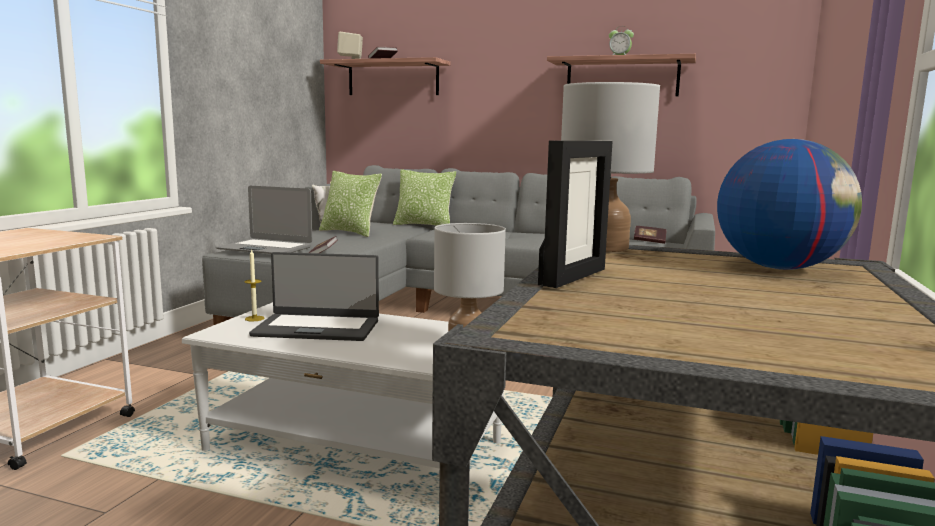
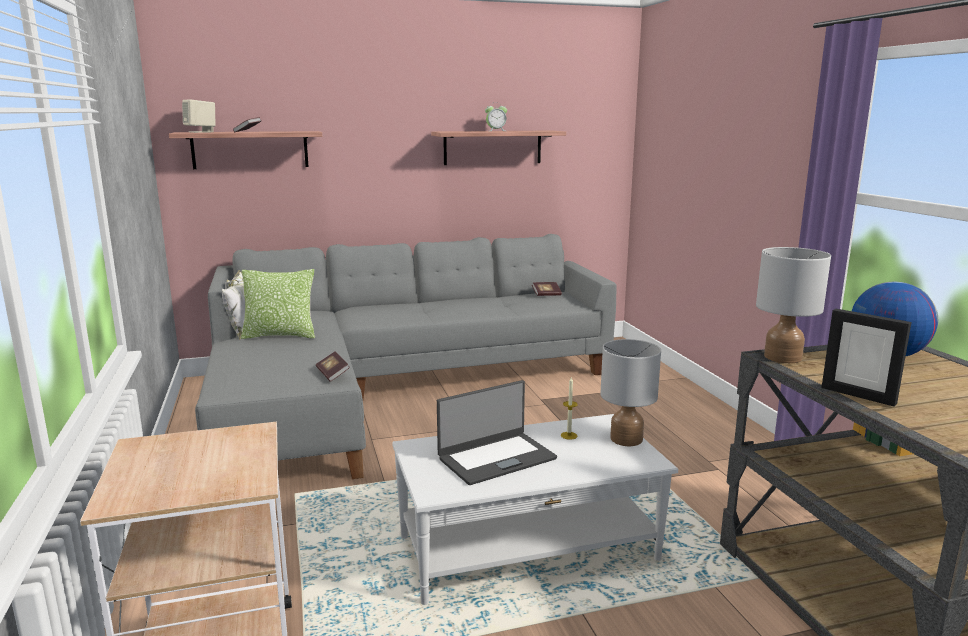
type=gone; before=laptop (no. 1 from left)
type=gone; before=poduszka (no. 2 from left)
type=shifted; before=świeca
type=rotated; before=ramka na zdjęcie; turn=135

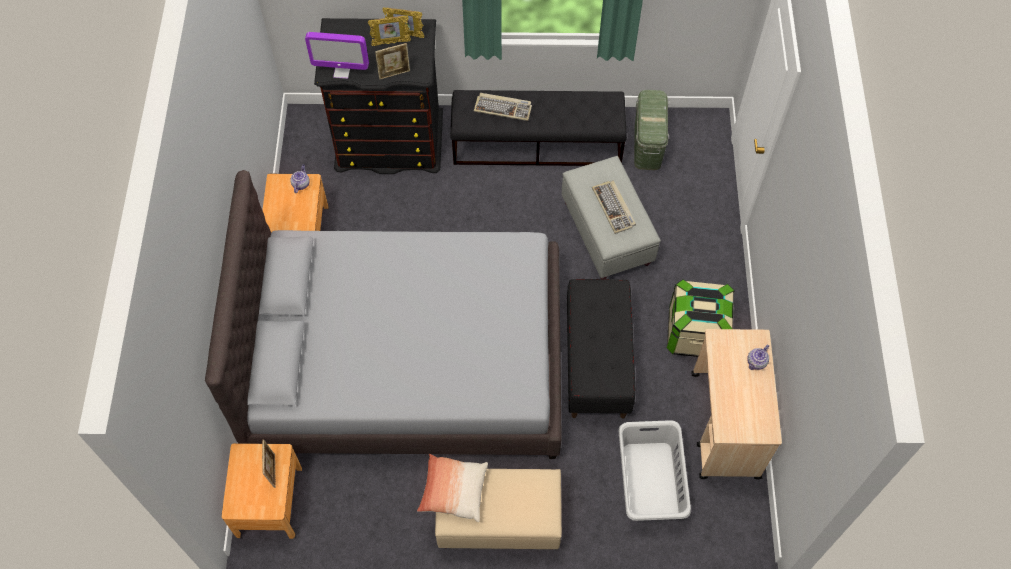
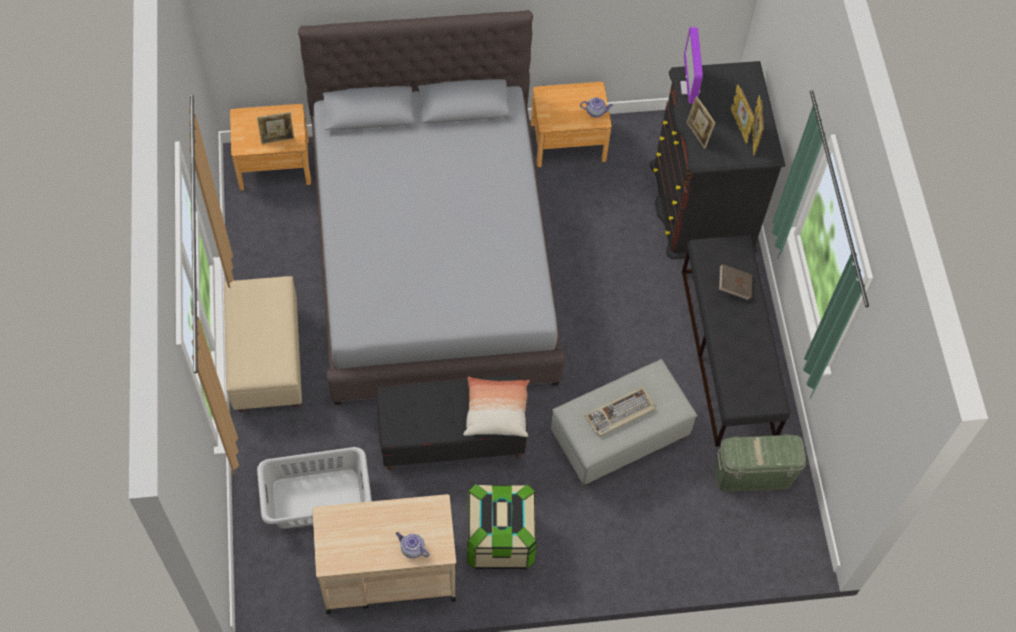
type=shifted; before=poduszka
type=swapped; before=klawiatura (no. 1 from left); after=książka (brązowy)

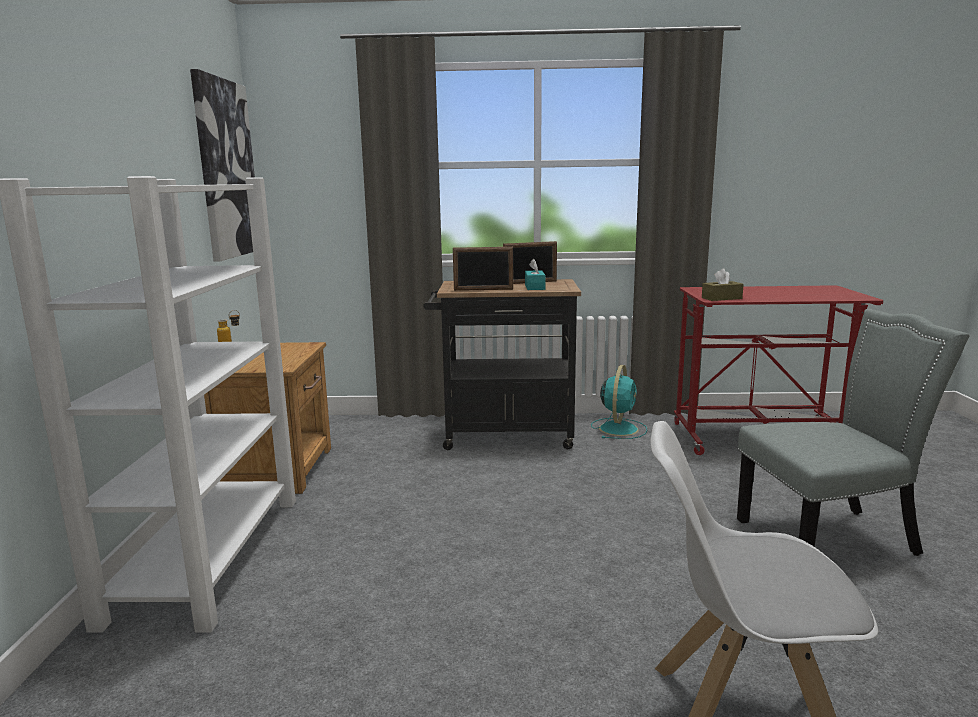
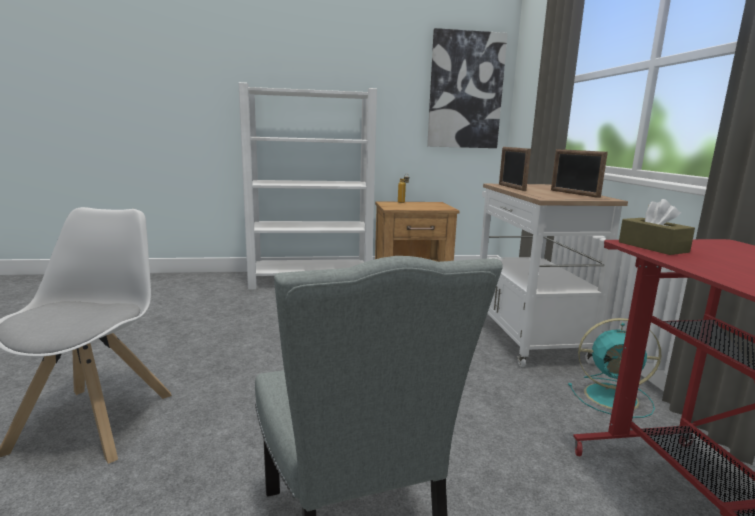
type=gone; before=pudełko chusteczek (turkusowy)
type=repainted; before=wózek (czarny); after=wózek (biały)

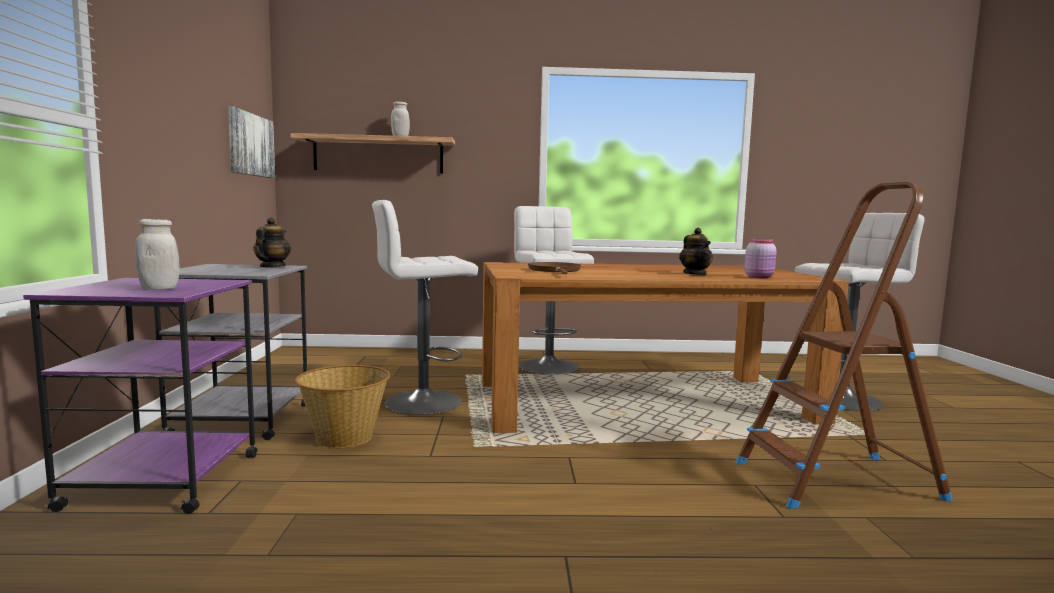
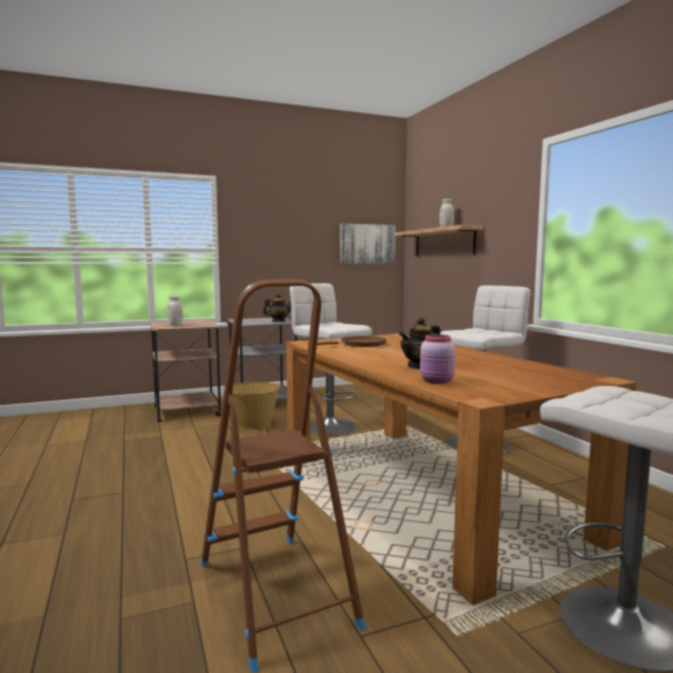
type=repainted; before=wózek (fioletowy); after=wózek (brązowy)

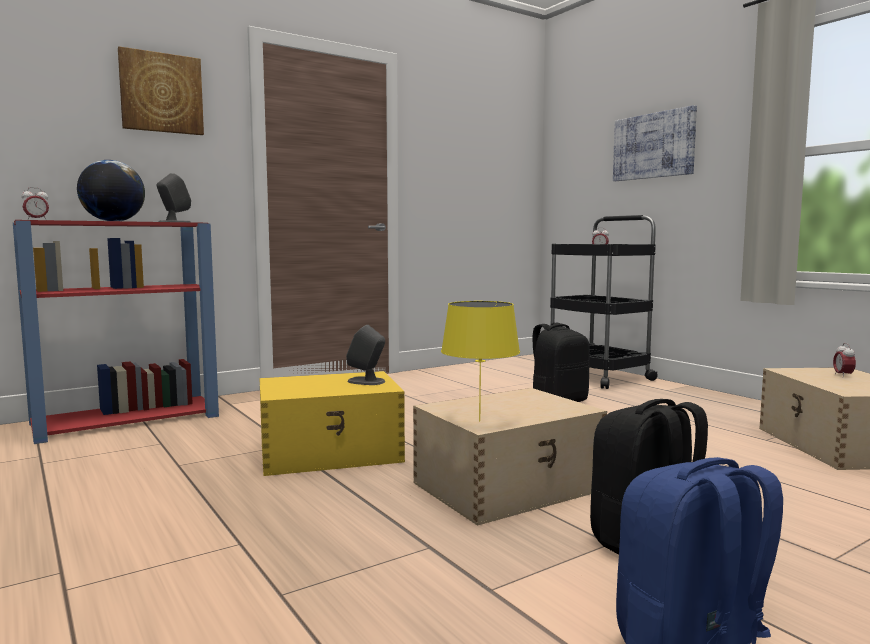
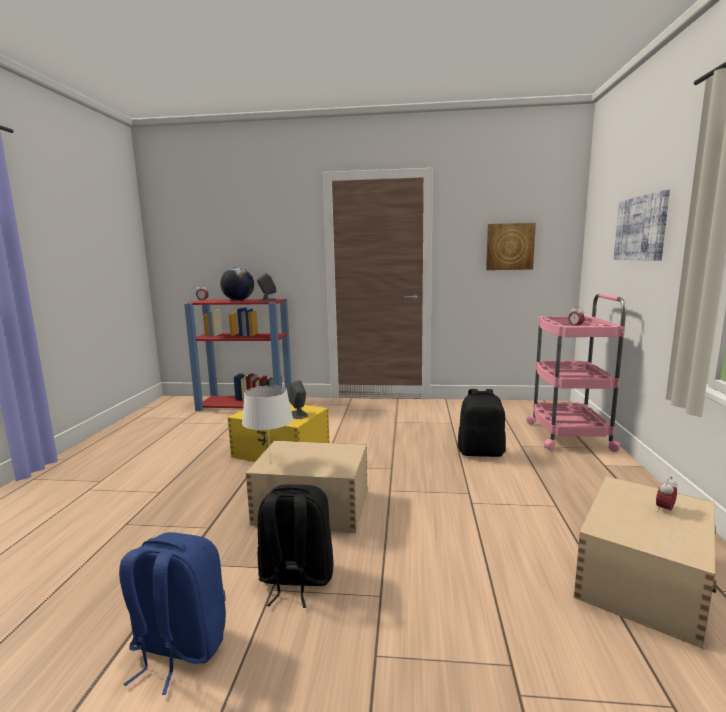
type=shifted; before=obraz (no. 1 from left)
type=repainted; before=lampa stołowa (żółty); after=lampa stołowa (biały)
type=repainted; before=wózek (czarny); after=wózek (różowy)

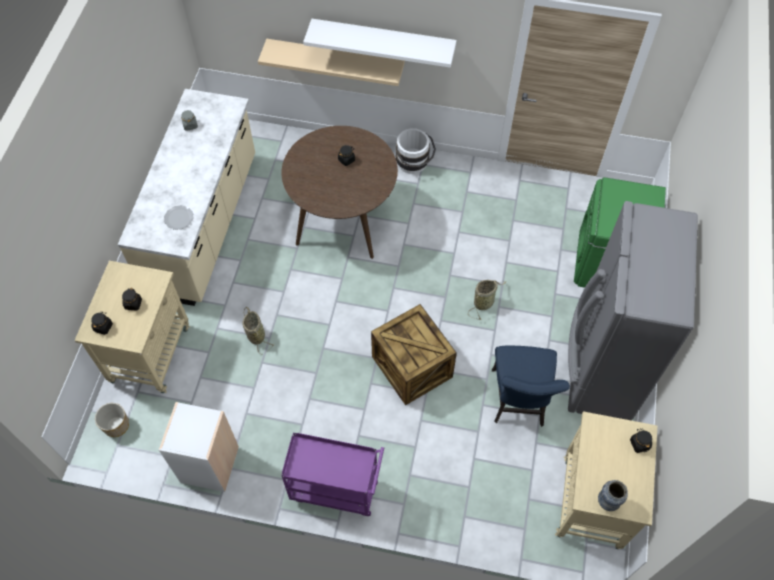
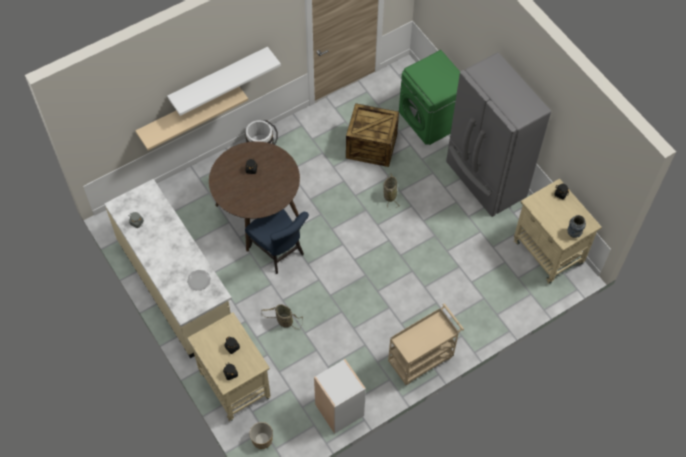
type=shifted; before=skrzynka
type=shifted; before=krzesło (niebieski)
type=repainted; before=wózek (fioletowy); after=wózek (beżowy) (no. 2 from left)

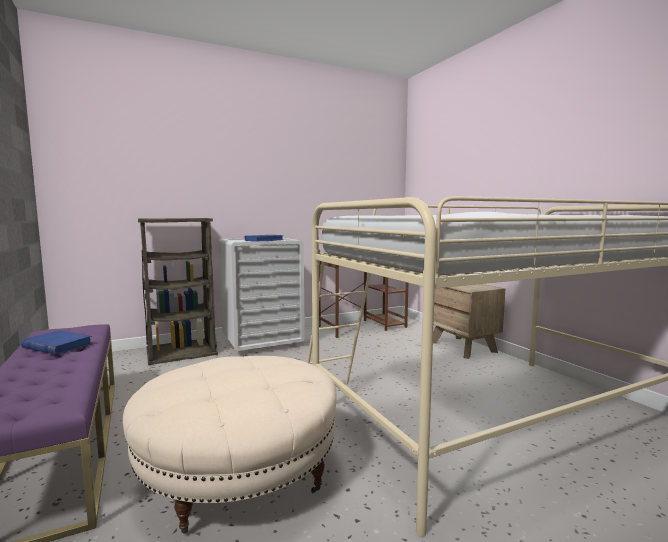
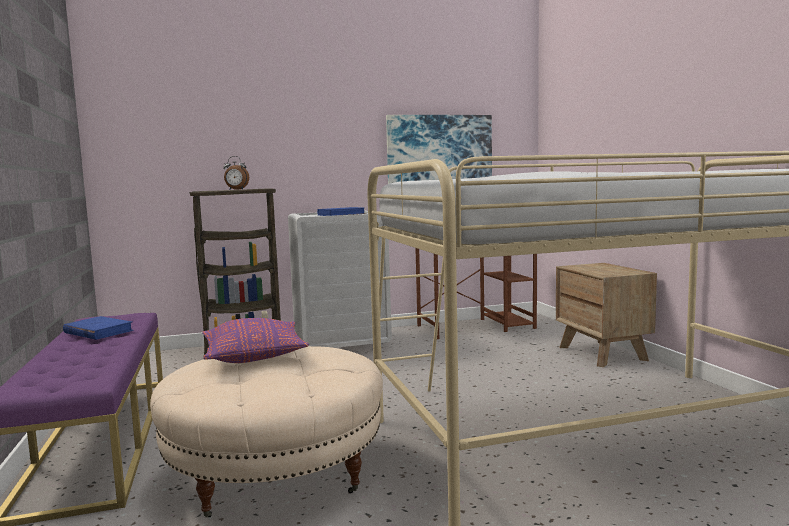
type=new; after=poduszka (fioletowy)
type=new; after=budzik
type=new; after=obraz

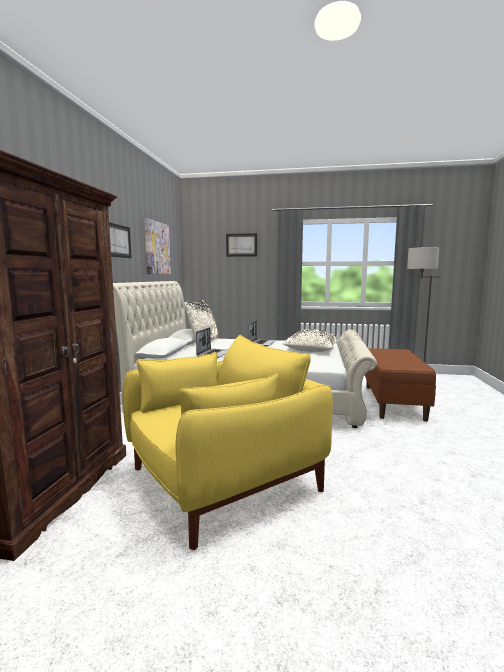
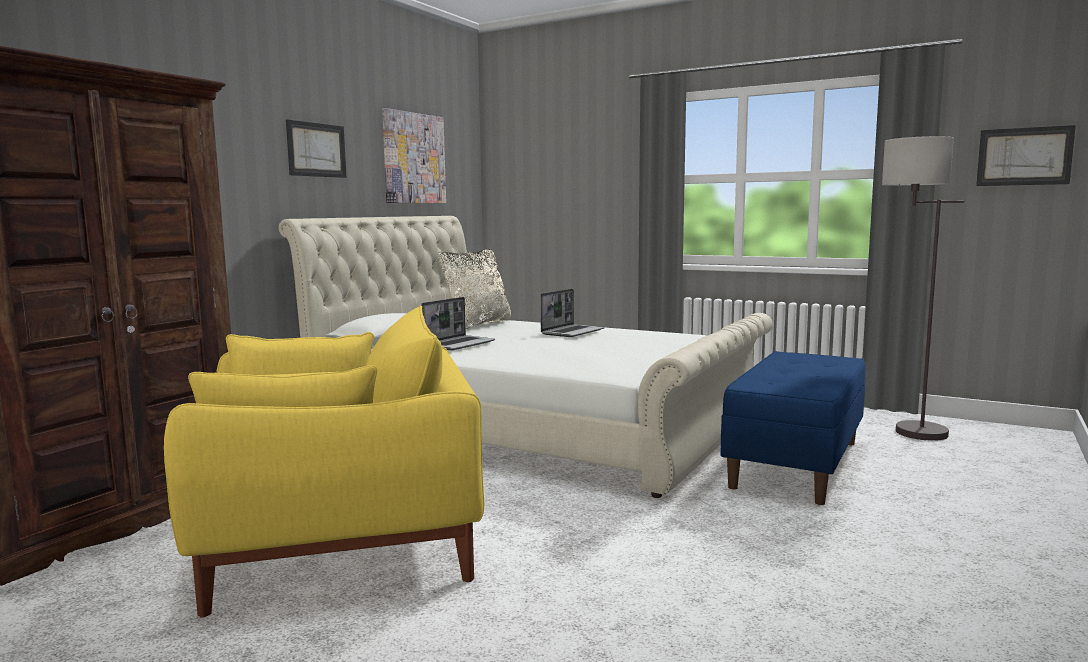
type=gone; before=poduszka (beżowy) (no. 2 from left)
type=shifted; before=obraz (no. 3 from left)
type=repainted; before=ławka (brązowy); after=ławka (niebieski)

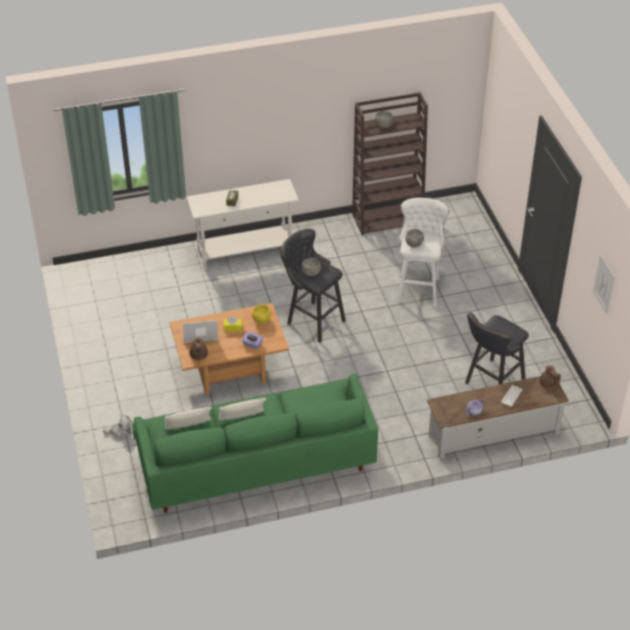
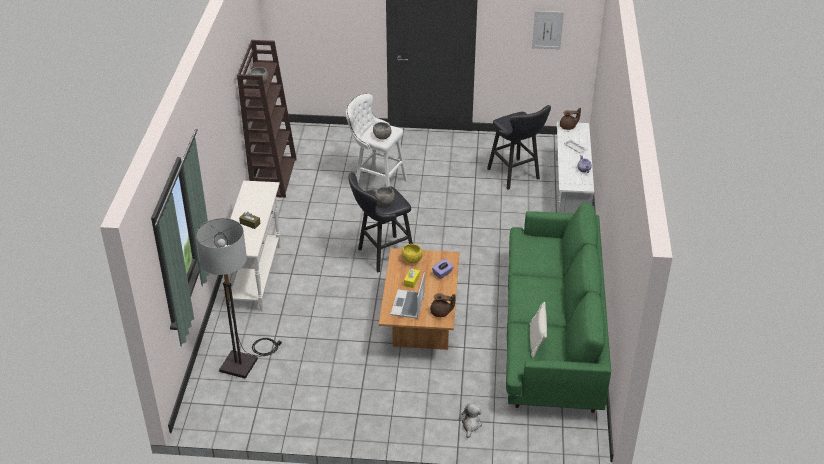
type=gone; before=poduszka (biały) (no. 2 from left)
type=new; after=lampa stojąca
type=repainted; before=szafka pod telewizor (brązowy); after=szafka pod telewizor (biały)

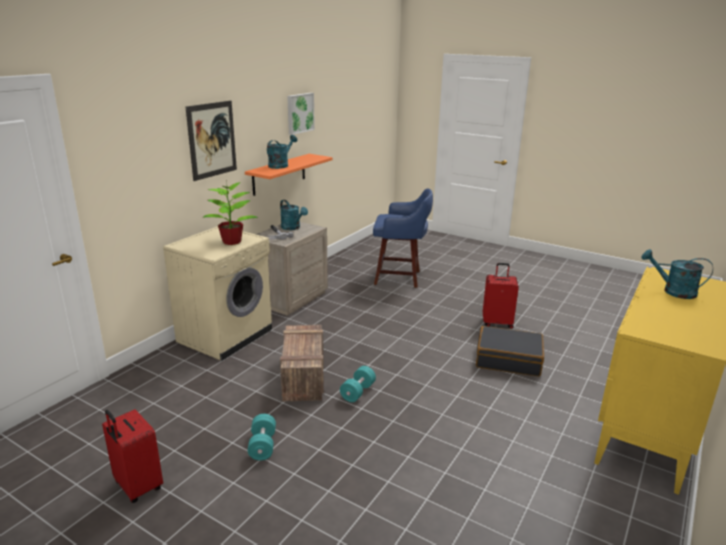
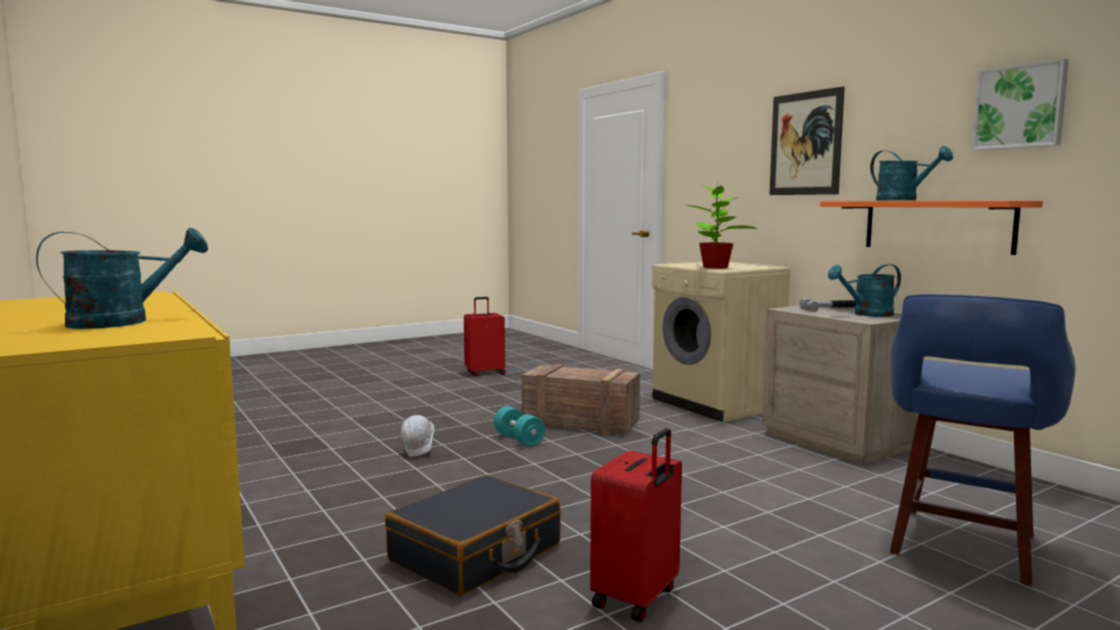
type=gone; before=hantel (turkusowy) (no. 1 from left)
type=new; after=kask (biały)

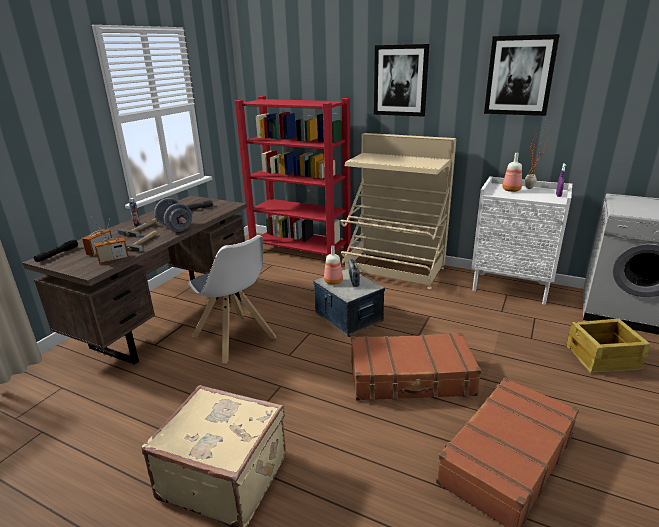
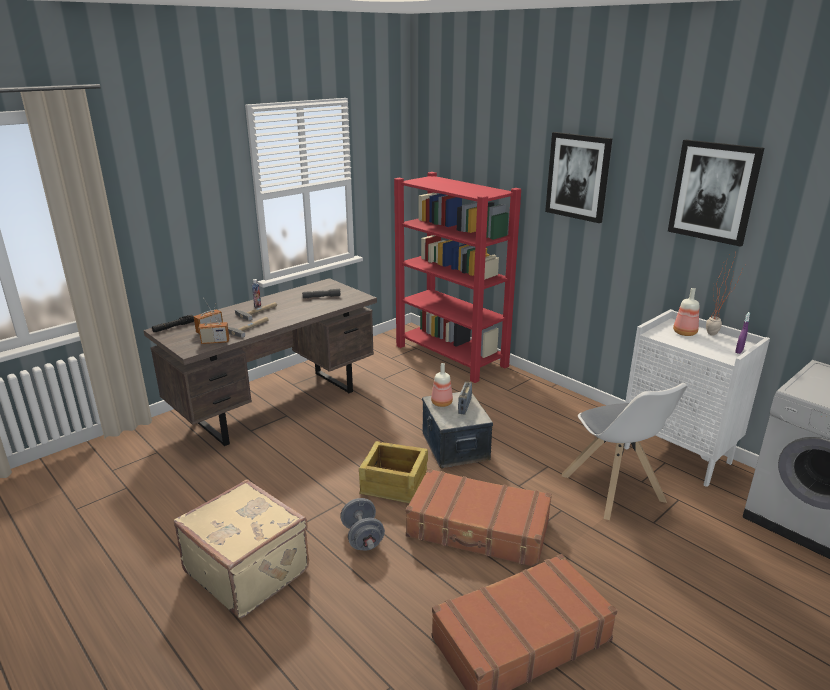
type=gone; before=regał na buty (beżowy)
type=shifted; before=hantel (szary)
type=shifted; before=krzesło
type=shifted; before=skrzynka

